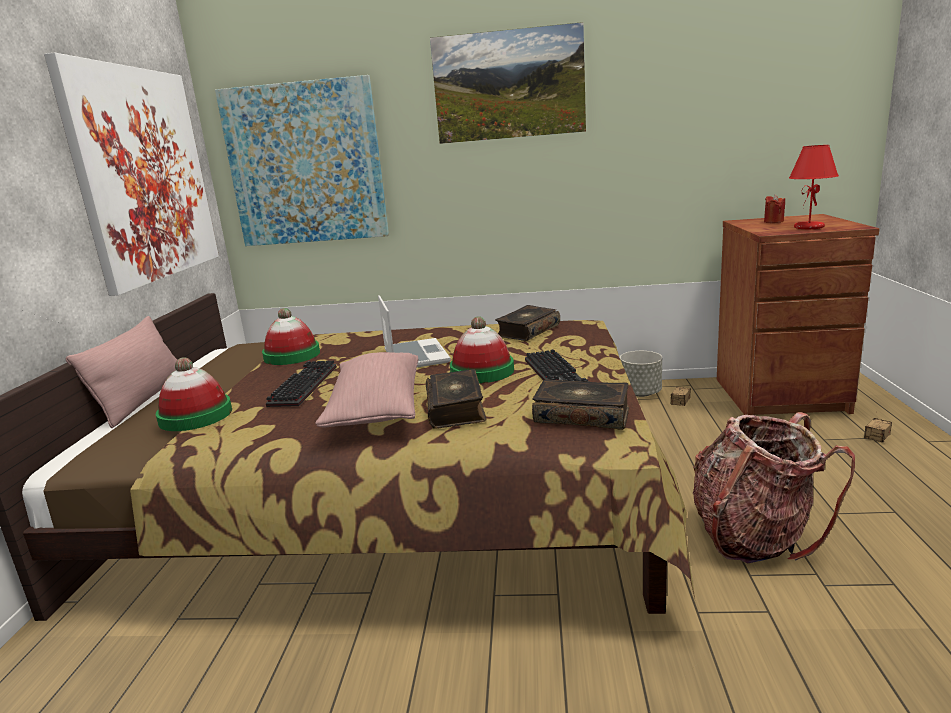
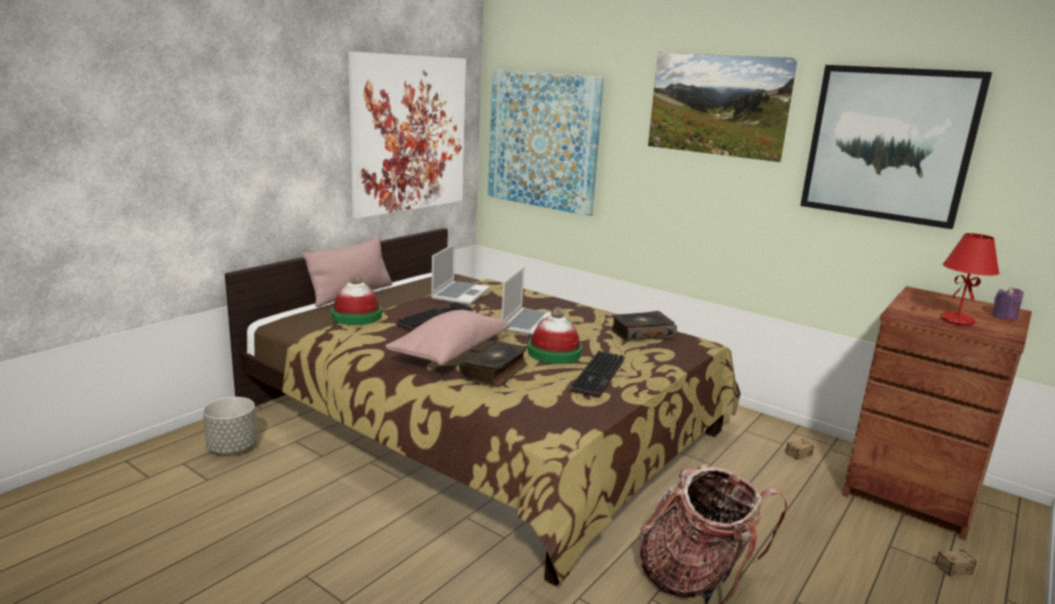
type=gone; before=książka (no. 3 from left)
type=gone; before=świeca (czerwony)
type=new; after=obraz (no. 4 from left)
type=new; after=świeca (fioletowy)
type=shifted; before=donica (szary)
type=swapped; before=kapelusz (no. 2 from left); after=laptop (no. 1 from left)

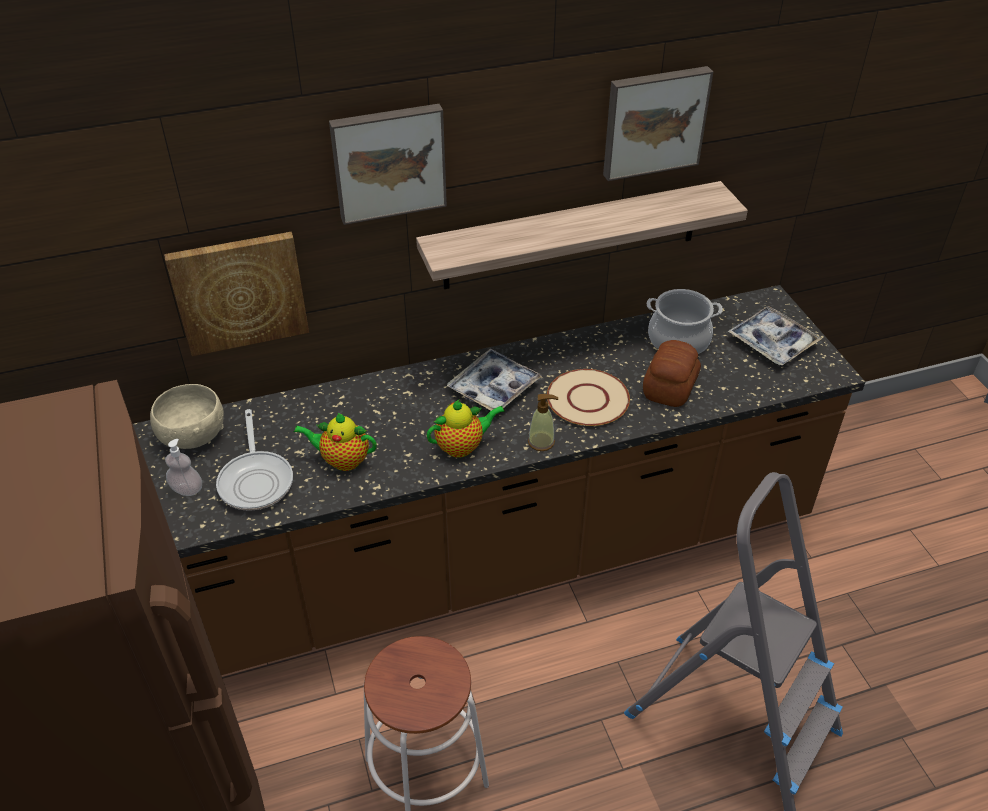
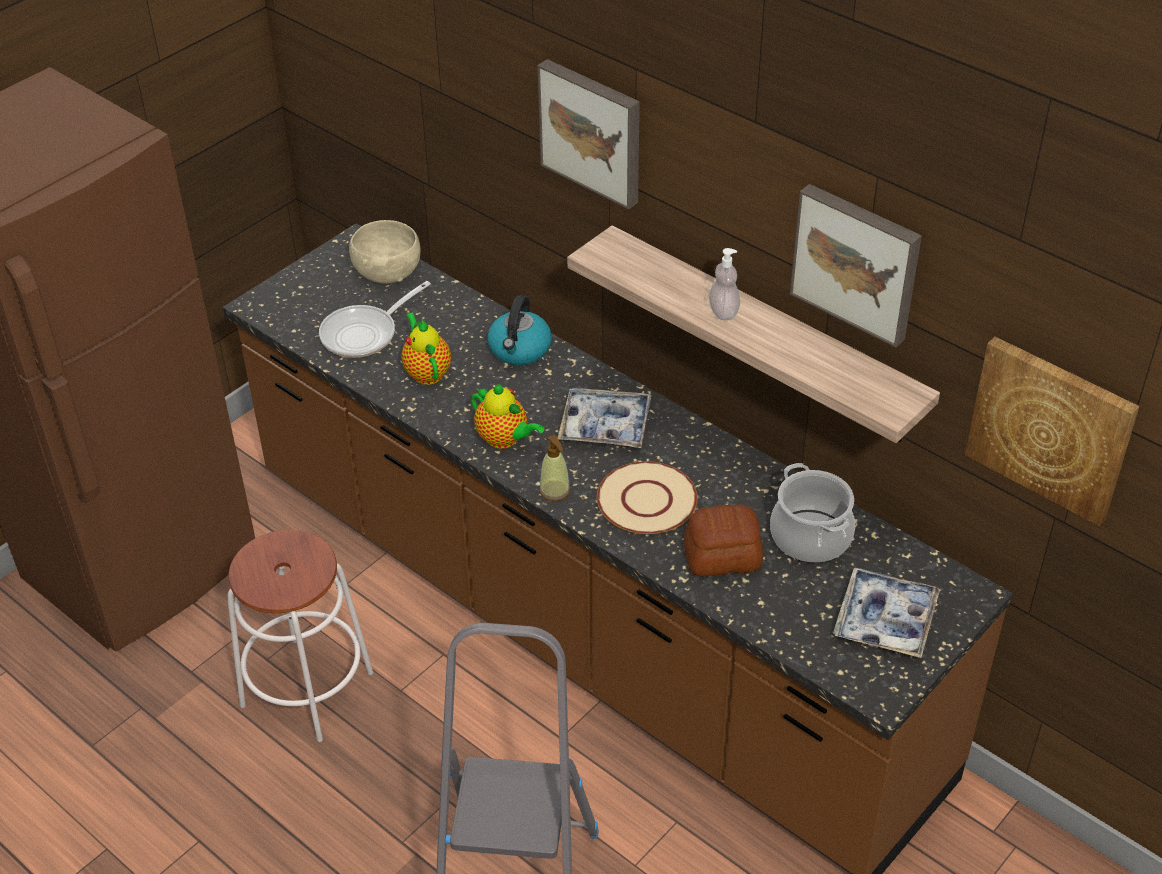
type=new; after=czajnik
type=shifted; before=obraz (no. 1 from left in the first image); after=obraz (no. 3 from left)
type=shifted; before=dozownik mydła (no. 1 from left in the first image); after=dozownik mydła (no. 2 from left)

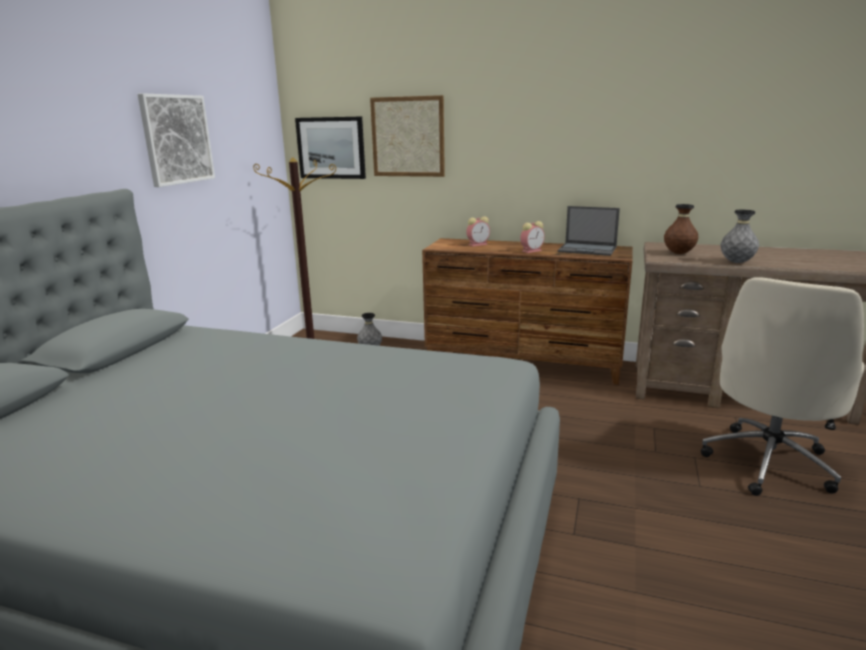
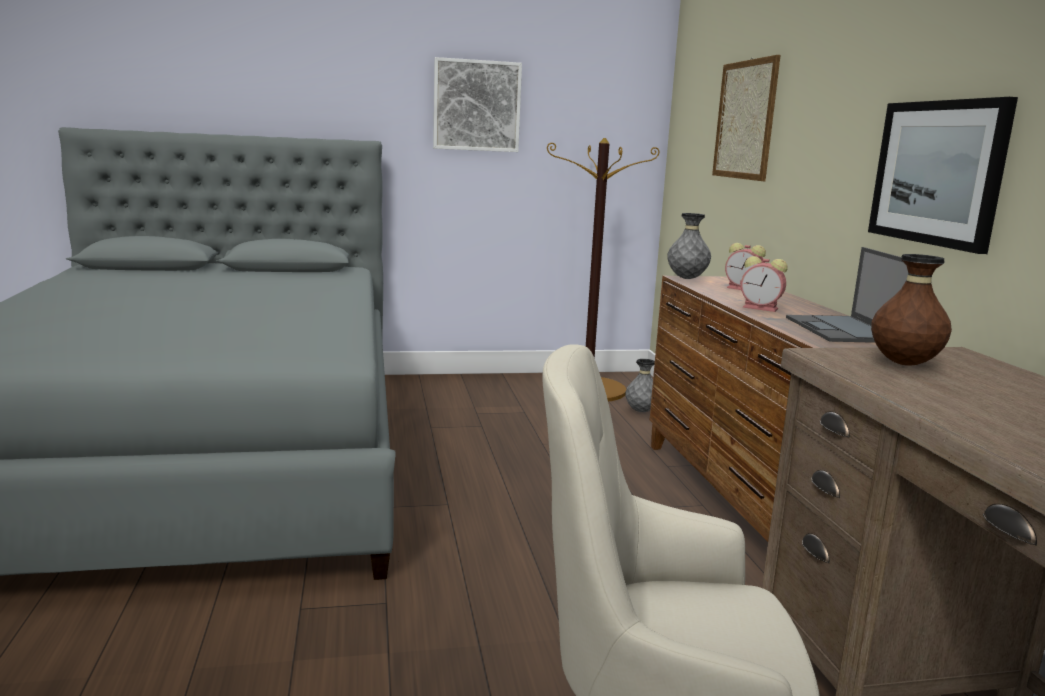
type=shifted; before=obraz (no. 2 from left in the first image); after=obraz (no. 3 from left)
type=shifted; before=wazon (szary) (no. 2 from left)

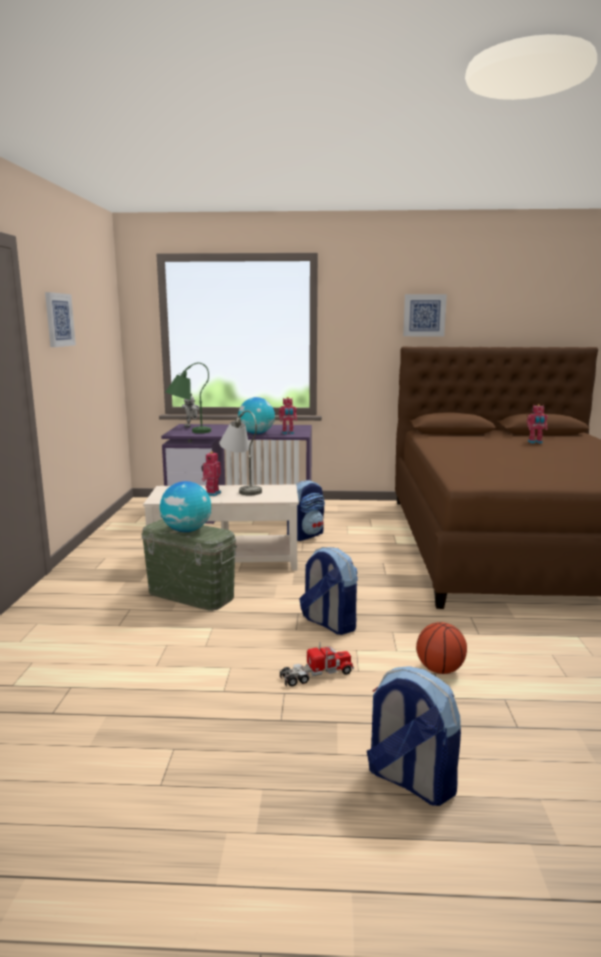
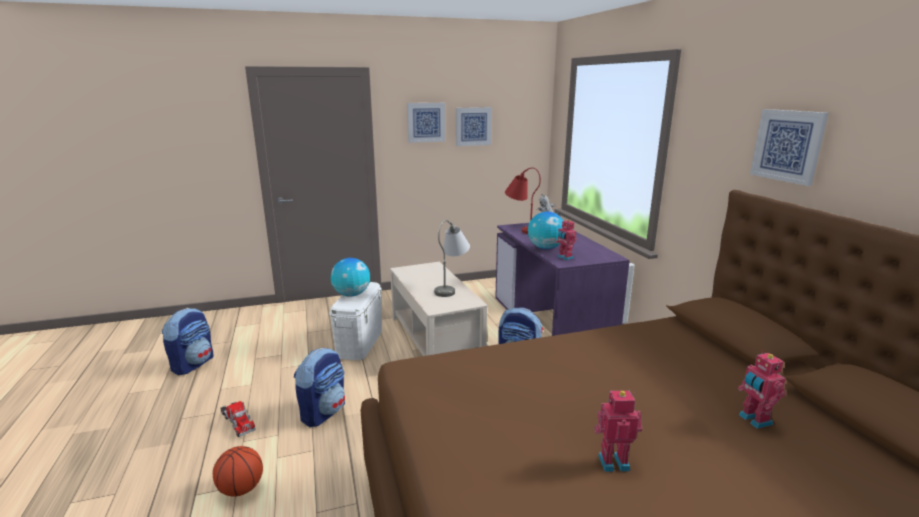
type=new; after=obraz (no. 2 from left)
type=shifted; before=robot zabawkowy (no. 2 from left in the first image); after=robot zabawkowy (no. 3 from left)
type=shifted; before=plecak (no. 3 from left in the first image); after=plecak (no. 1 from left)
type=repainted; before=pojemnik do przechowywania (zielony); after=pojemnik do przechowywania (biały)
type=repainted; before=lampa stołowa (zielony); after=lampa stołowa (czerwony)

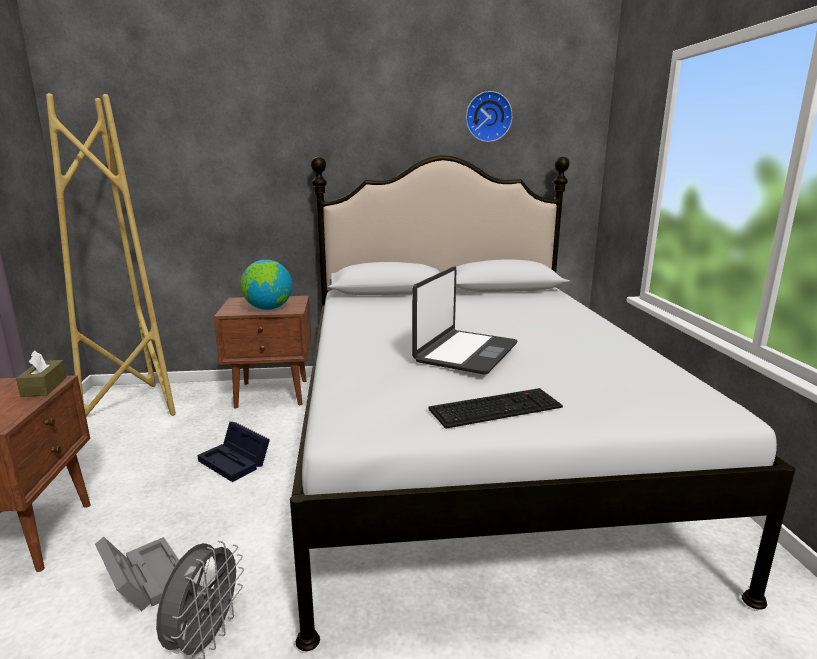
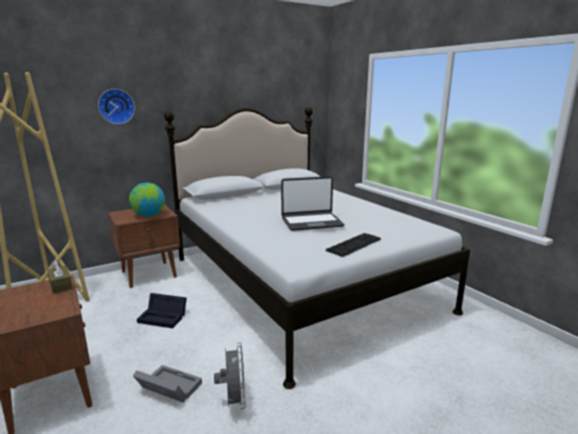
type=shifted; before=zegar ścienny
type=rotated; before=laptop; turn=75

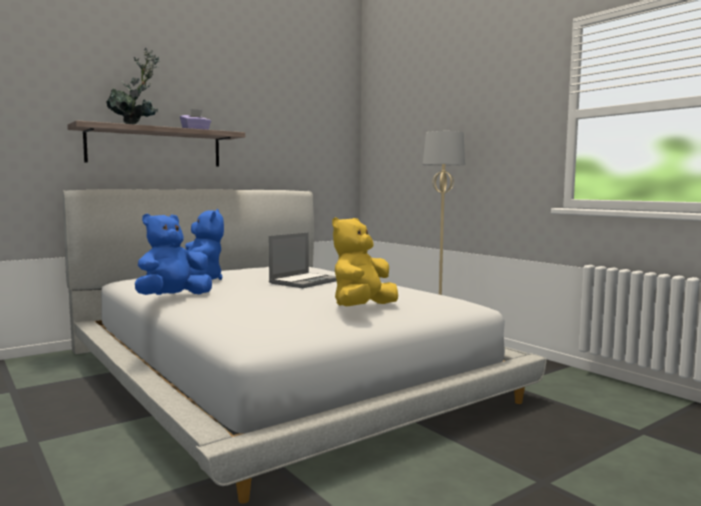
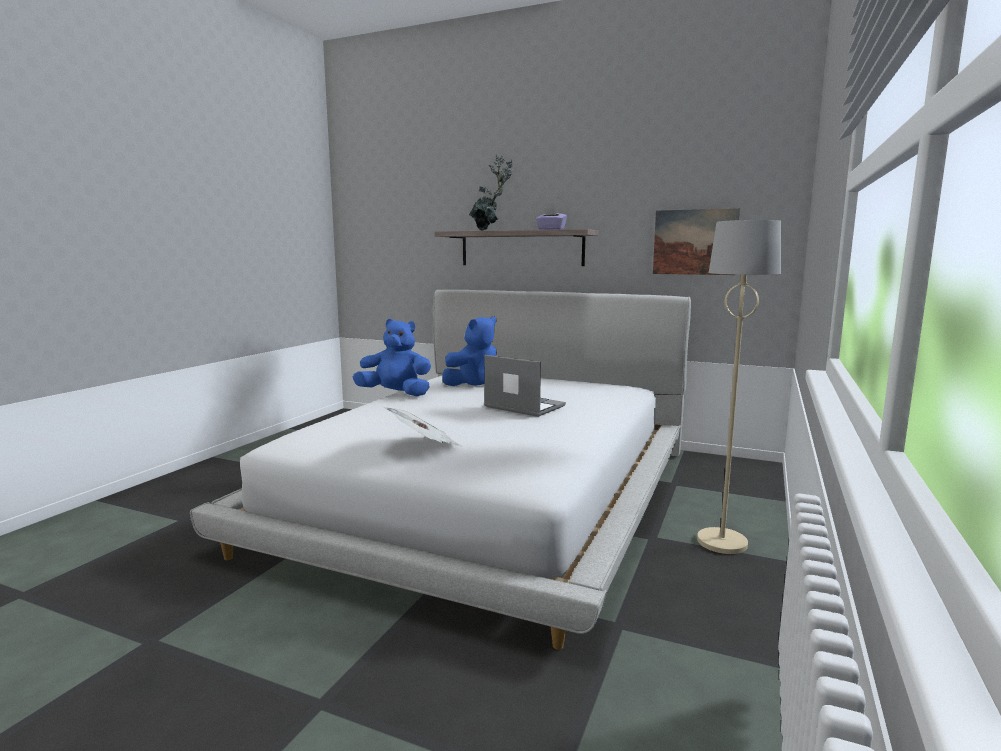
type=new; after=obraz
type=swapped; before=pluszak (żółty); after=gazeta
type=rotated; before=laptop; turn=-150

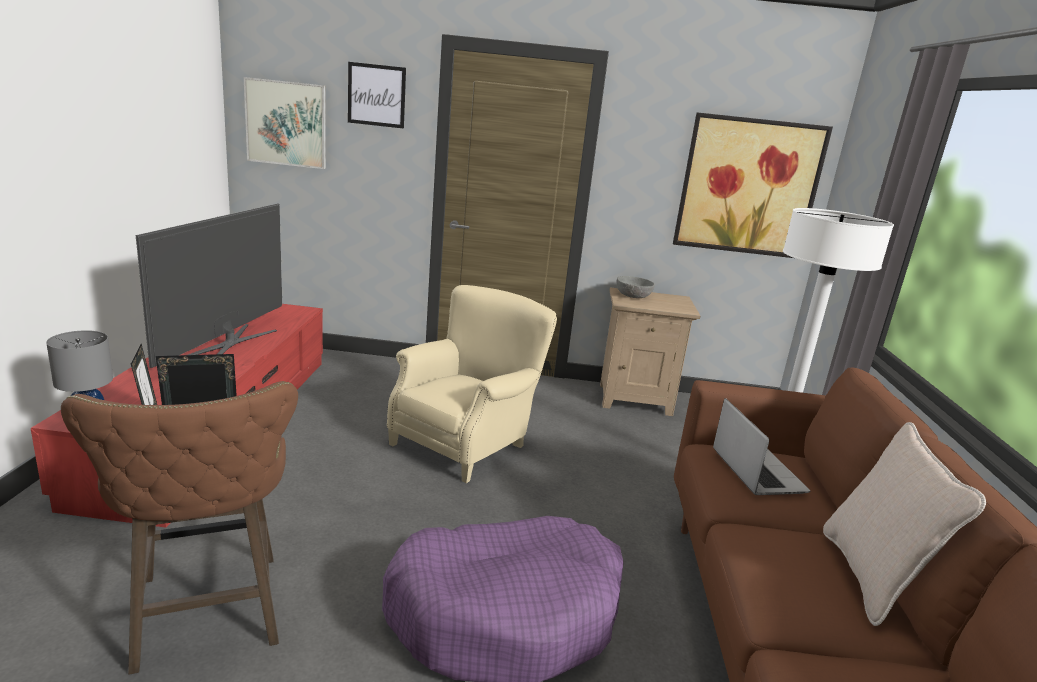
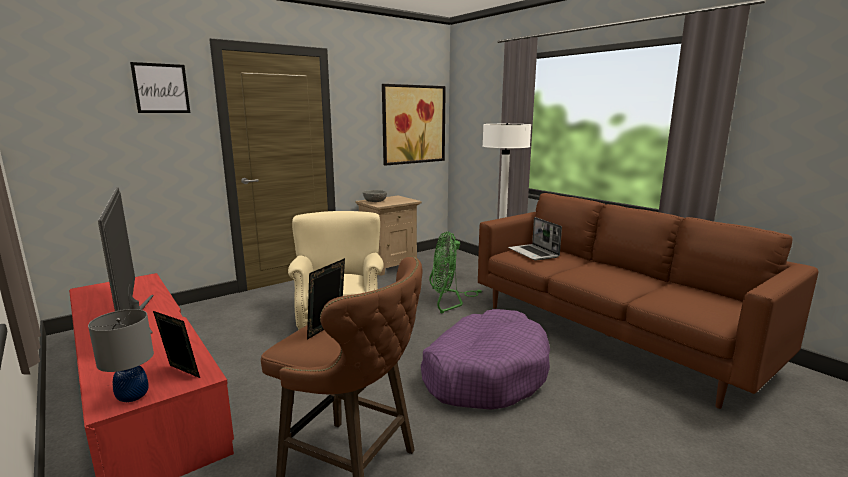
type=gone; before=obraz (no. 1 from left)
type=gone; before=poduszka (beżowy)
type=new; after=wentylator (zielony)
type=rotated; before=laptop; turn=-150

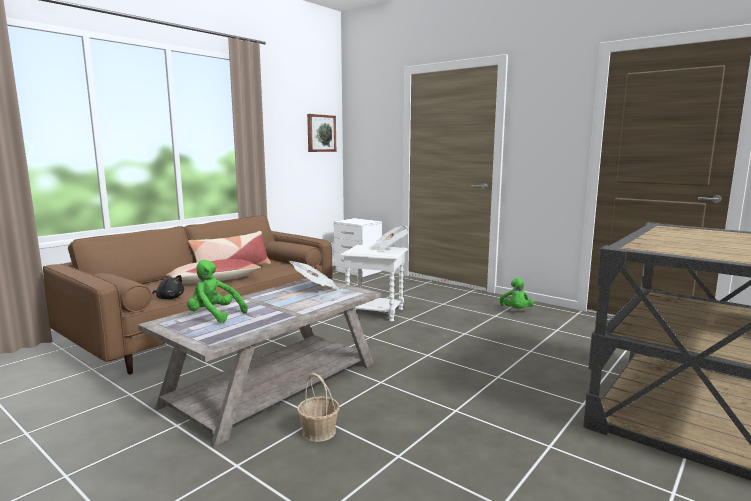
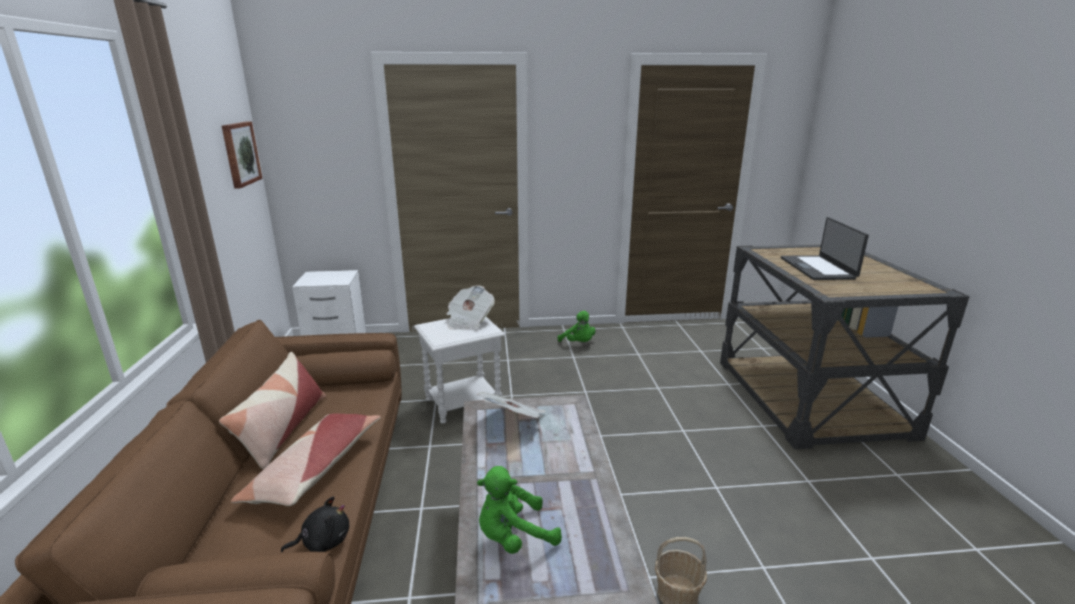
type=new; after=laptop

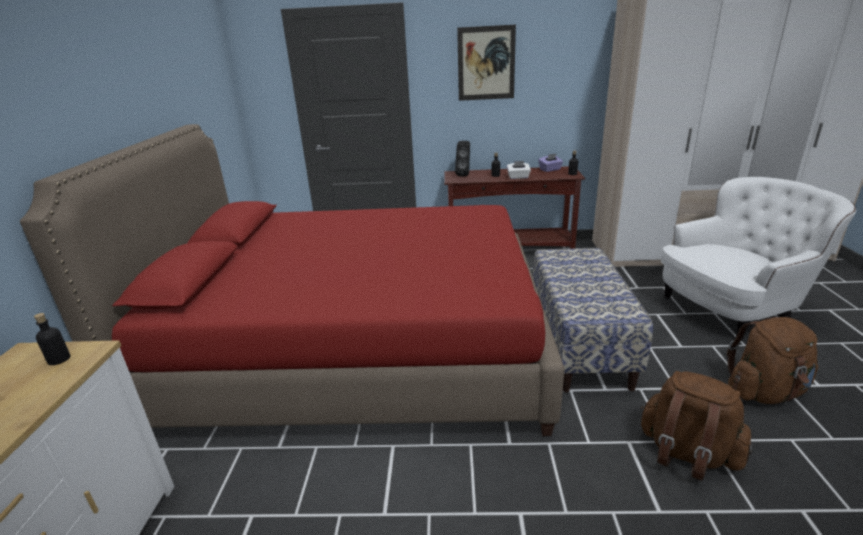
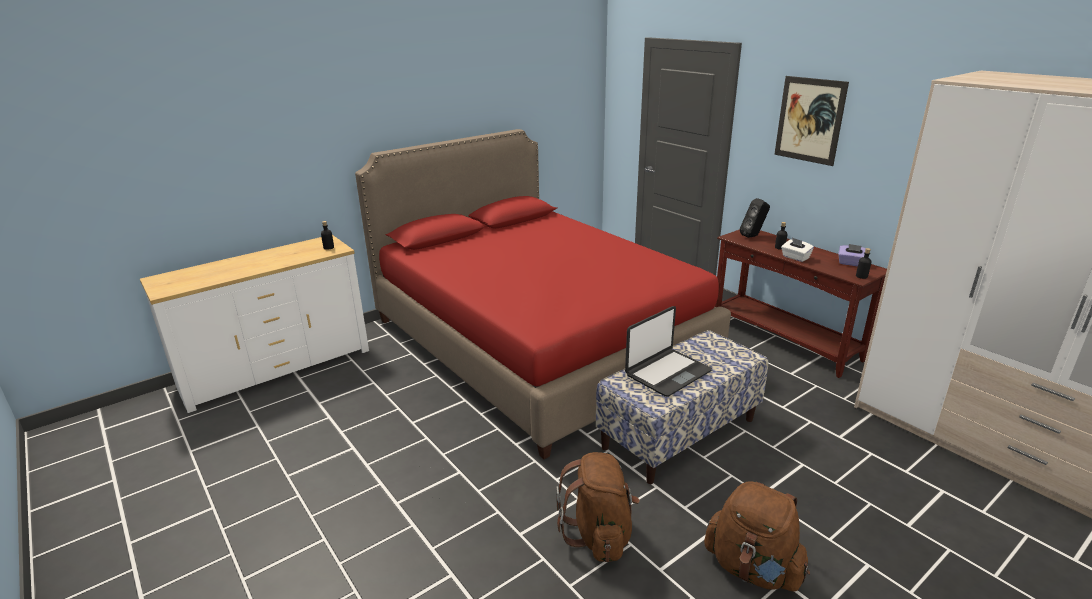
type=gone; before=fotel (biały)
type=new; after=laptop

